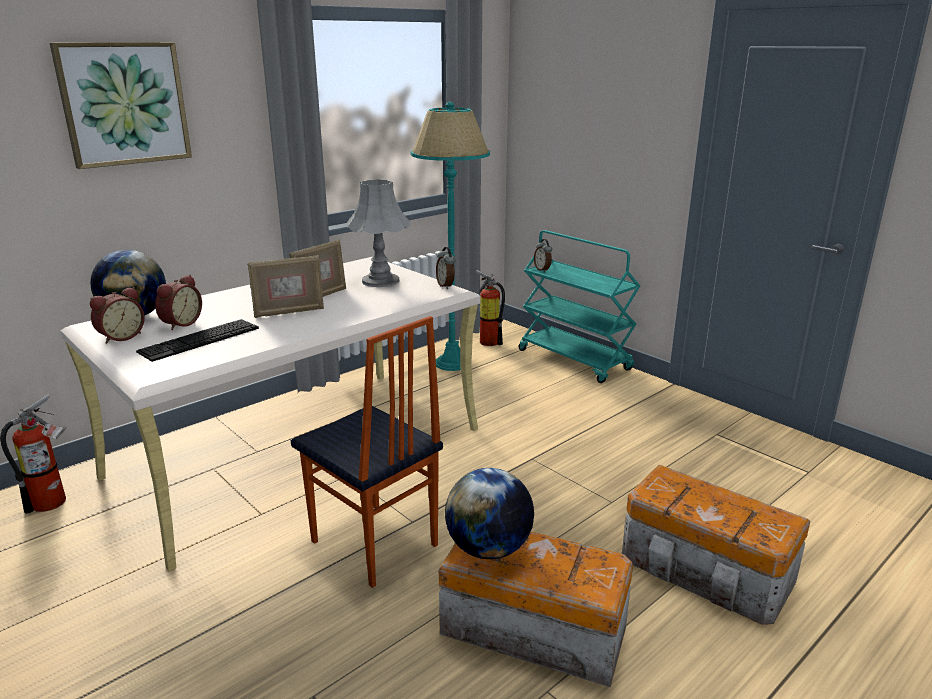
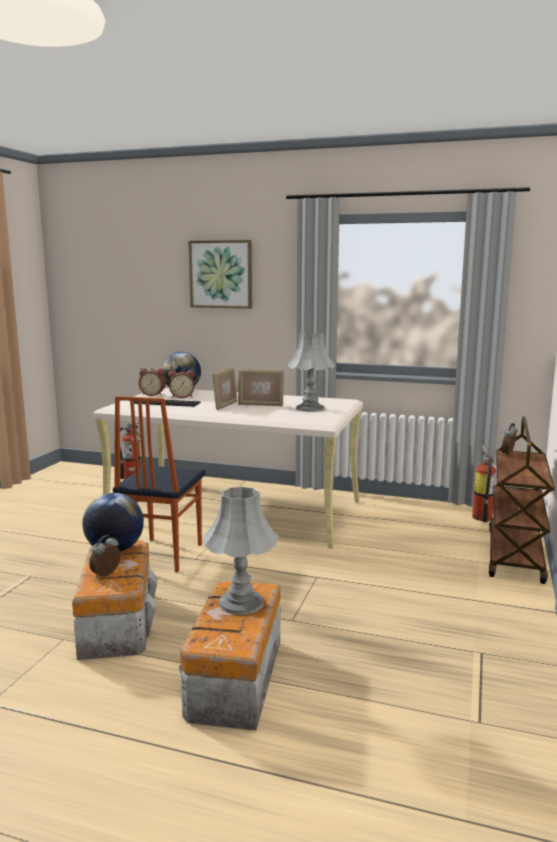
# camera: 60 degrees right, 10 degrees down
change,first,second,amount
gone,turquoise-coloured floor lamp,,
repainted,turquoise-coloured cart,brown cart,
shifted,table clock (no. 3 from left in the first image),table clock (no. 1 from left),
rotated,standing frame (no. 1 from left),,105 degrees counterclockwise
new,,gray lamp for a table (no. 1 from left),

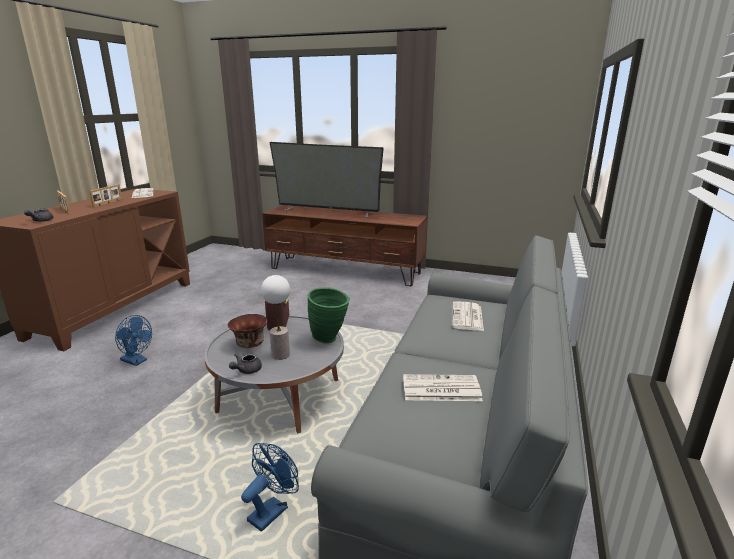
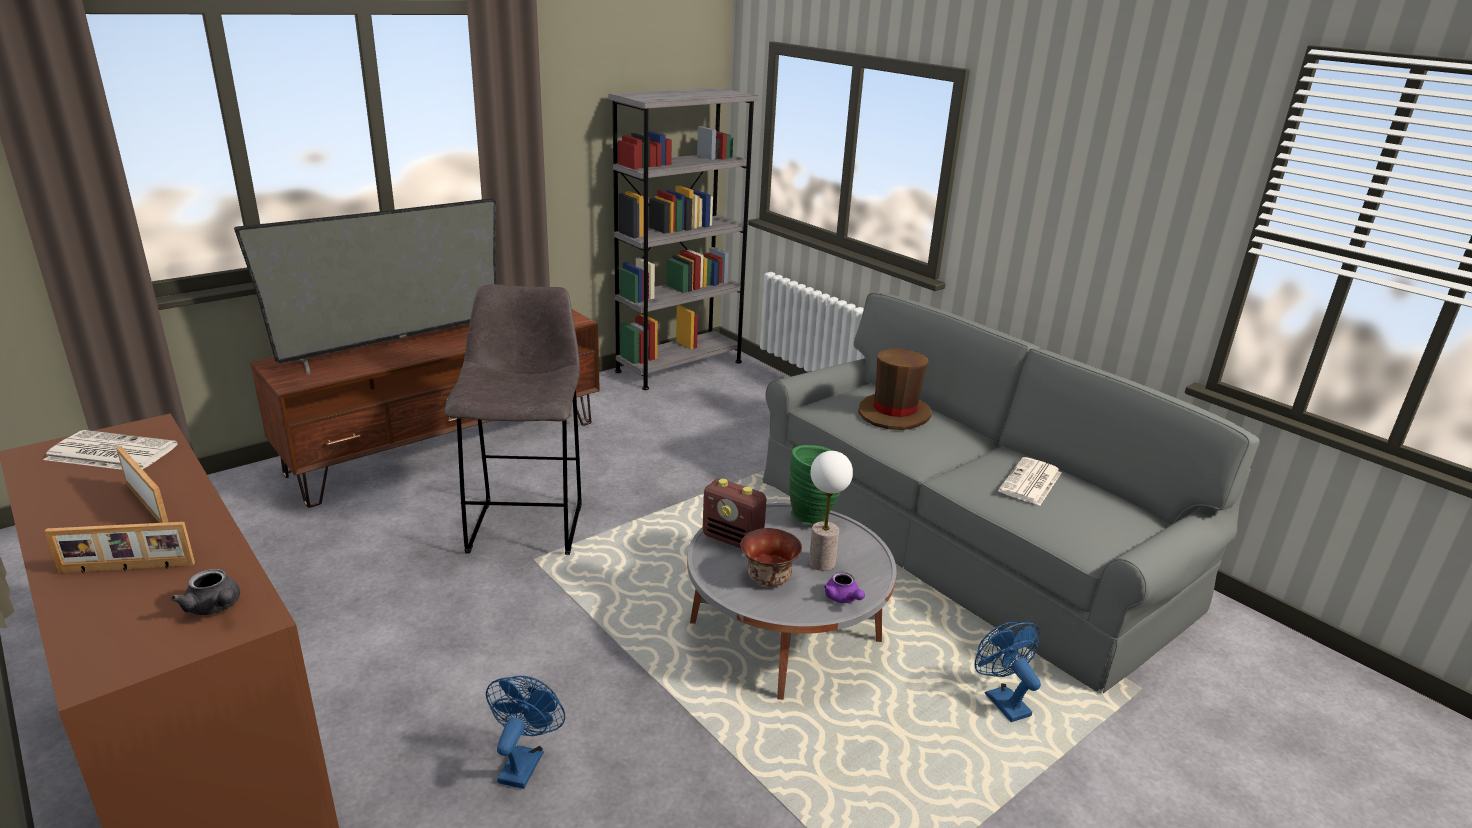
# camera: 60 degrees left, 5 degrees up
change,first,second,amount
swapped,daily paper (no. 3 from left),brown hat,
rotated,blue-coloured fan (no. 1 from left),,45 degrees counterclockwise
repainted,gray teapot (no. 2 from left),purplish teapot,
new,,gray bookcase,
new,,gray stool,

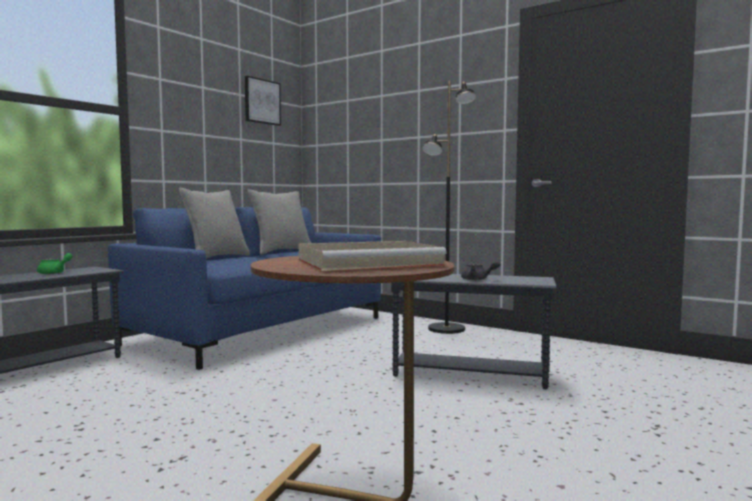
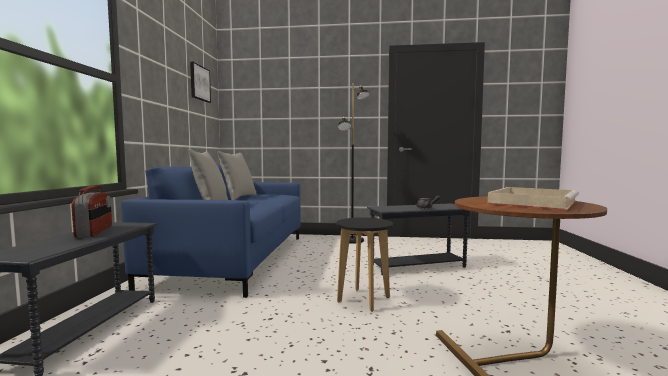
# camera: 30 degrees left, 0 degrees up
change,first,second,amount
swapped,greenish teapot,radio set,
new,,blackish stool,

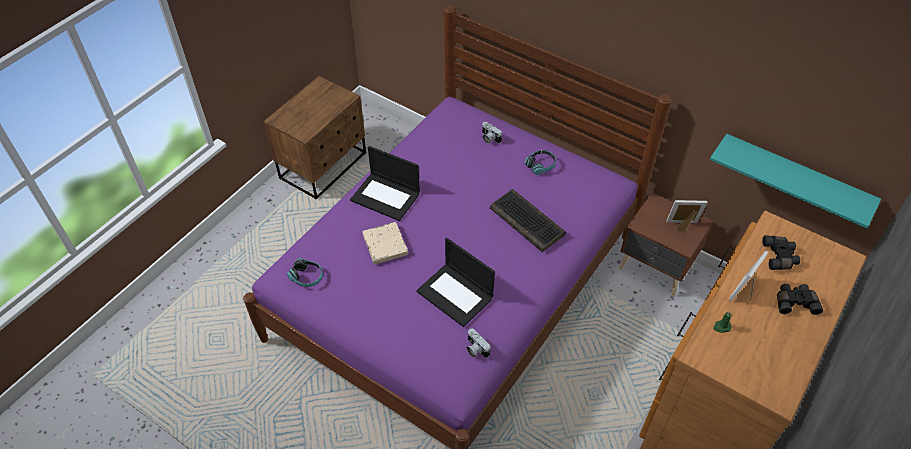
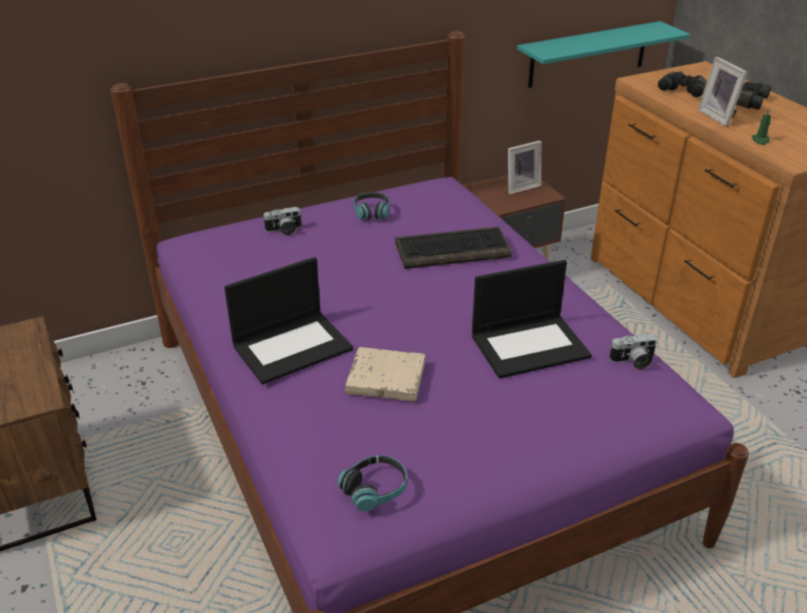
# camera: 60 degrees left, 15 degrees down
change,first,second,amount
rotated,standing frame (no. 1 from left),,150 degrees counterclockwise

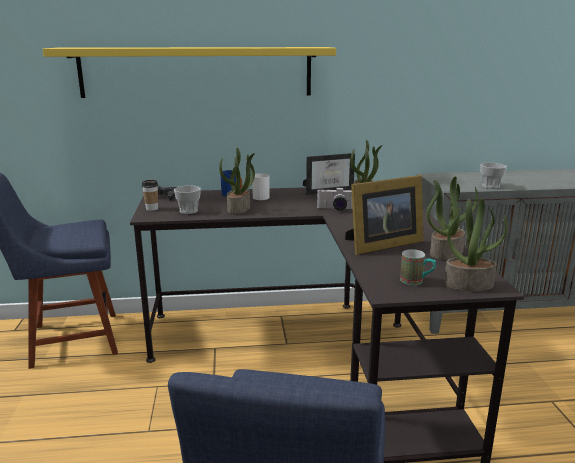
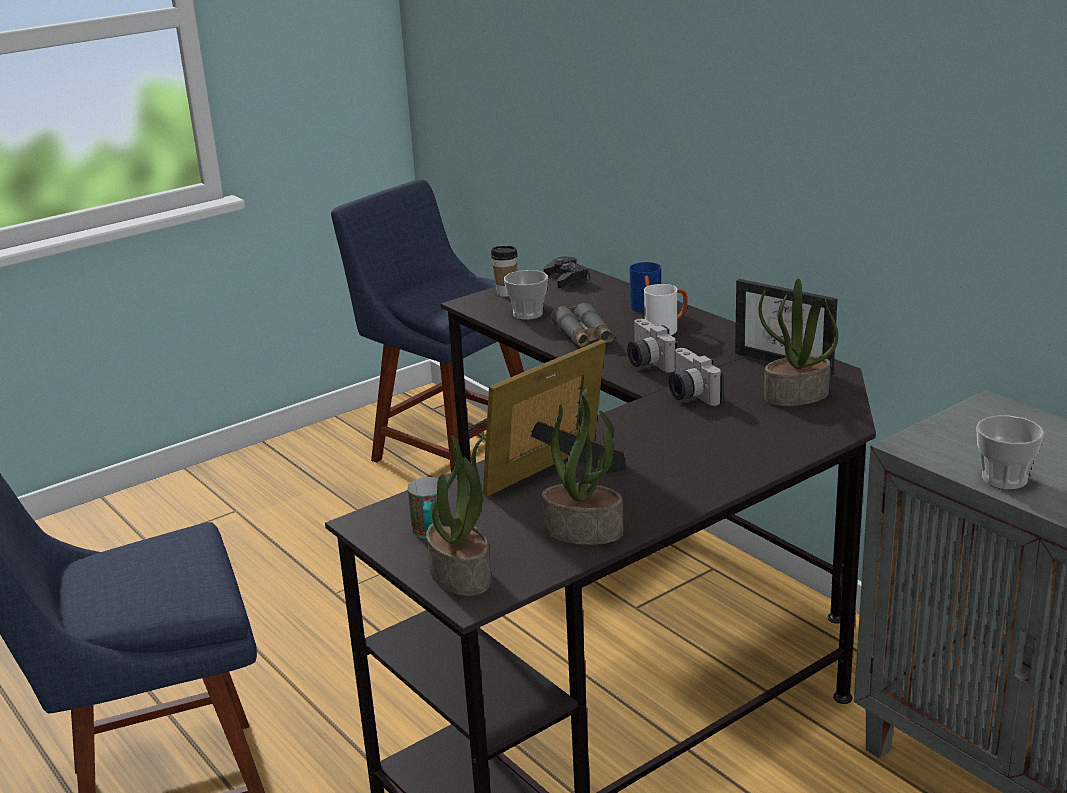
# camera: 60 degrees right, 5 degrees up
change,first,second,amount
gone,yellow shelf,,
swapped,houseplant (no. 1 from left),gray field glasses,
rotated,standing frame (no. 2 from left in the first image),standing frame (no. 1 from left),105 degrees clockwise
new,,still camera (no. 1 from left),

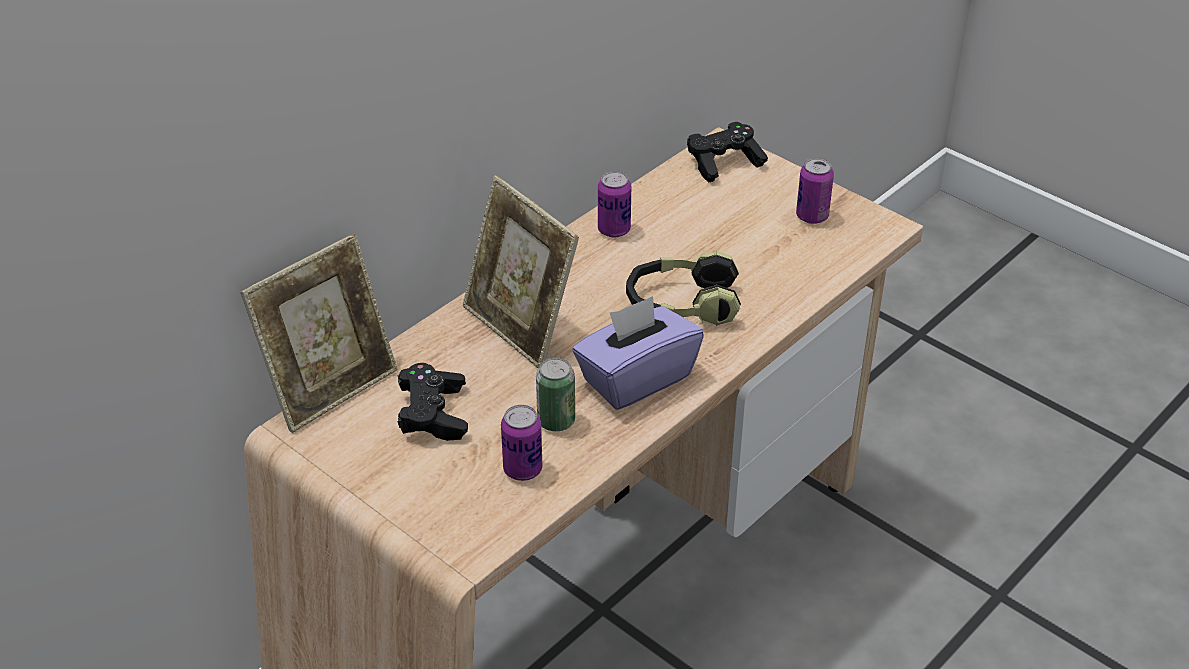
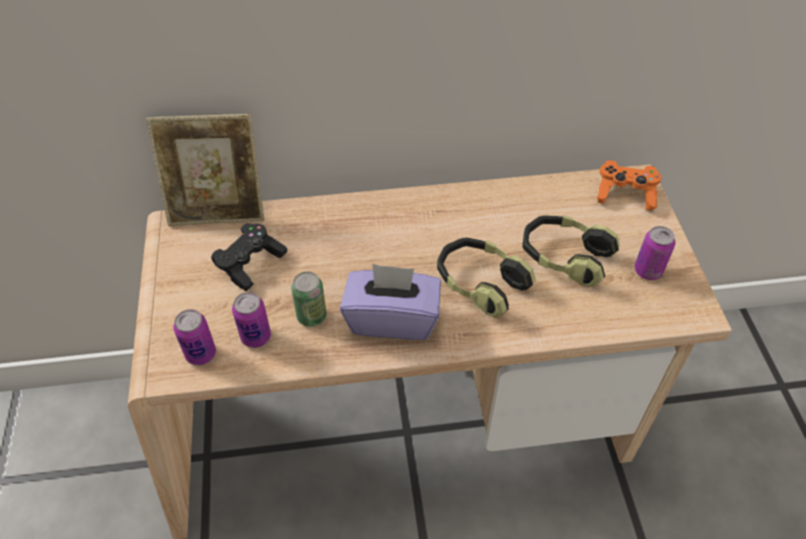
# camera: 40 degrees right, 10 degrees up
change,first,second,amount
repainted,blackish joypad (no. 2 from left),orange-coloured joypad,
shifted,metal can (no. 3 from left in the first image),metal can (no. 1 from left),
gone,standing frame (no. 2 from left),,
new,,headphones (no. 2 from left),

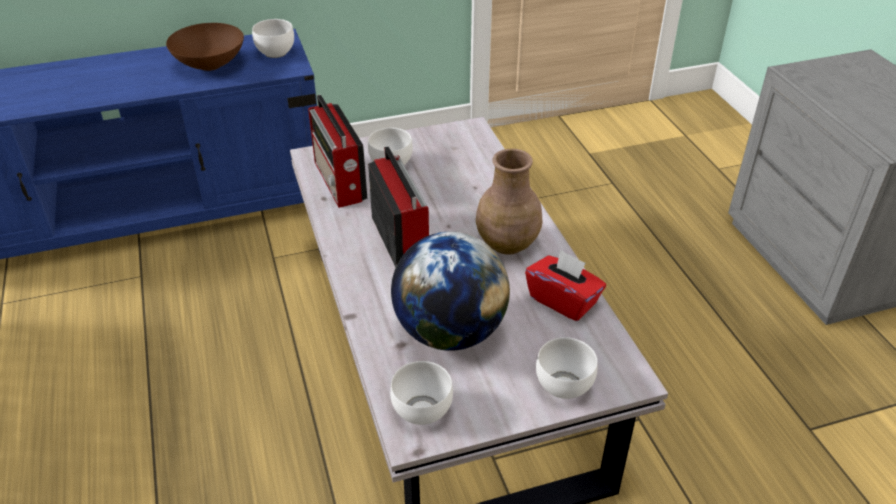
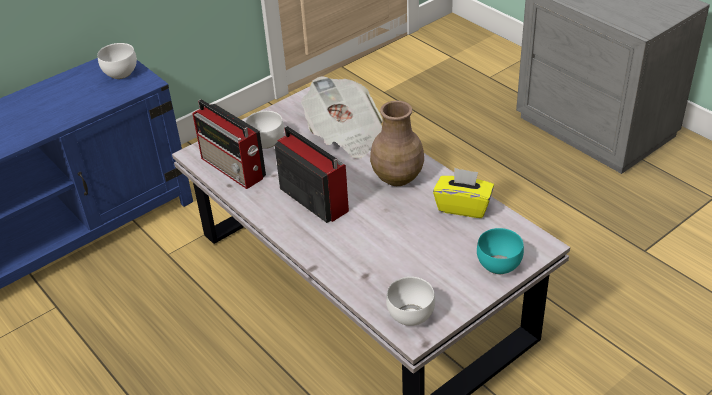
# camera: 20 degrees left, 0 degrees up
change,first,second,amount
gone,brown serving bowl,,
gone,desk globe,,
repainted,red-coloured tissue holder,yellow tissue holder,
repainted,white serving bowl (no. 4 from left),turquoise-coloured serving bowl,
new,,daily paper,

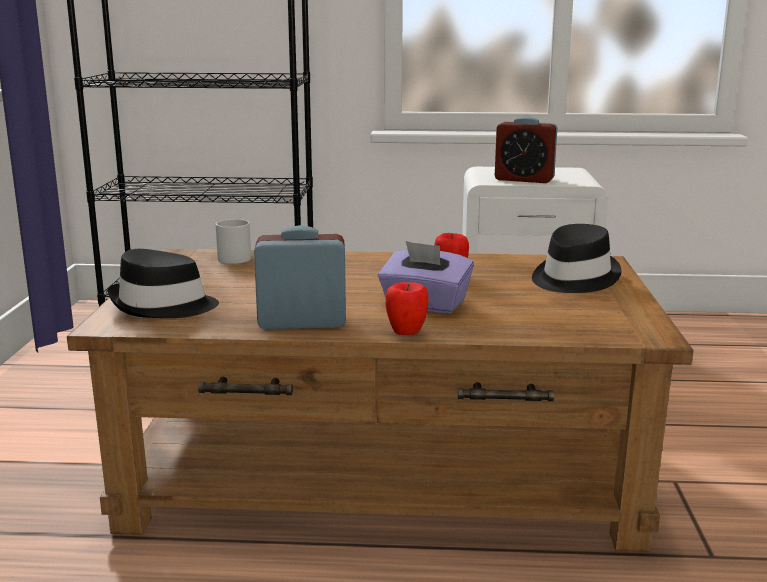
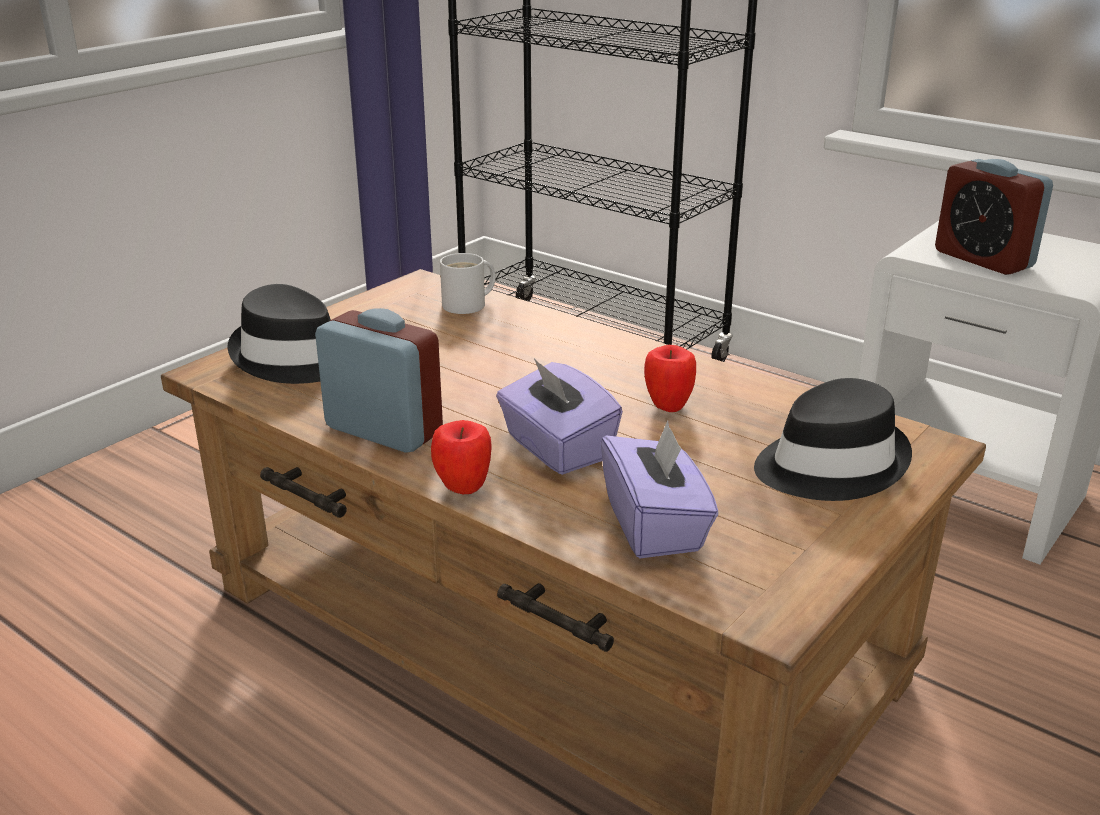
# camera: 35 degrees right, 10 degrees up
change,first,second,amount
new,,purplish tissue holder (no. 2 from left),

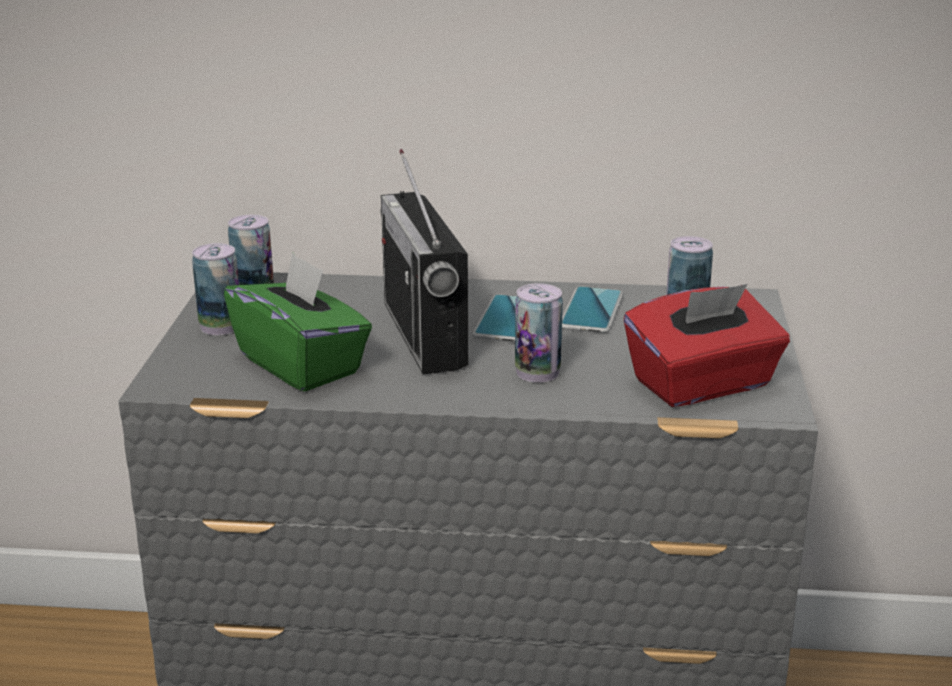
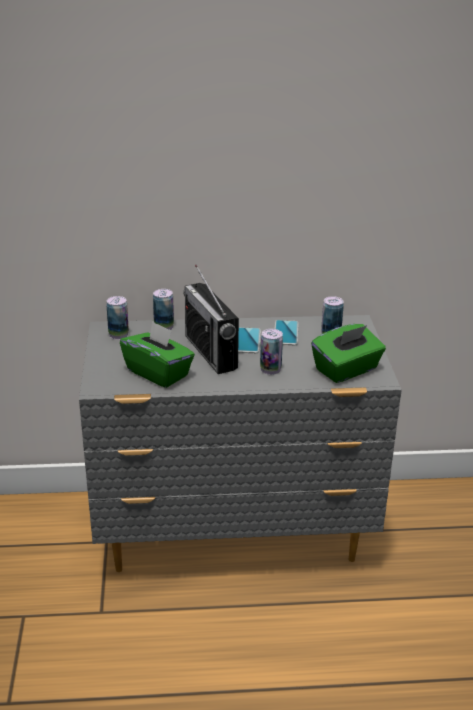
# camera: 10 degrees left, 5 degrees up
change,first,second,amount
shifted,metal can (no. 1 from left in the first image),metal can (no. 2 from left),
repainted,red-coloured tissue holder,greenish tissue holder (no. 2 from left),

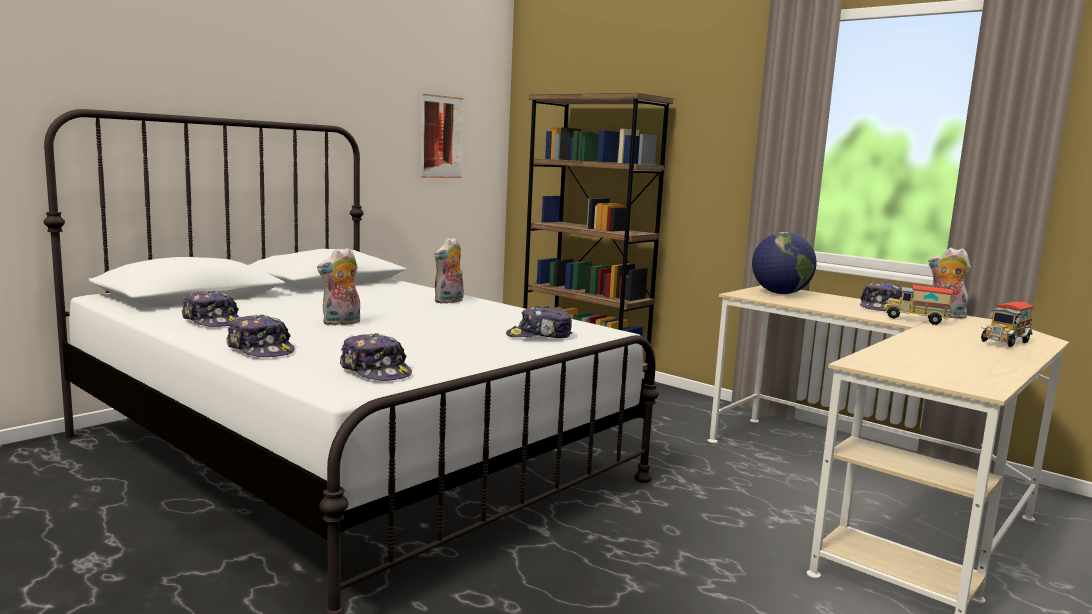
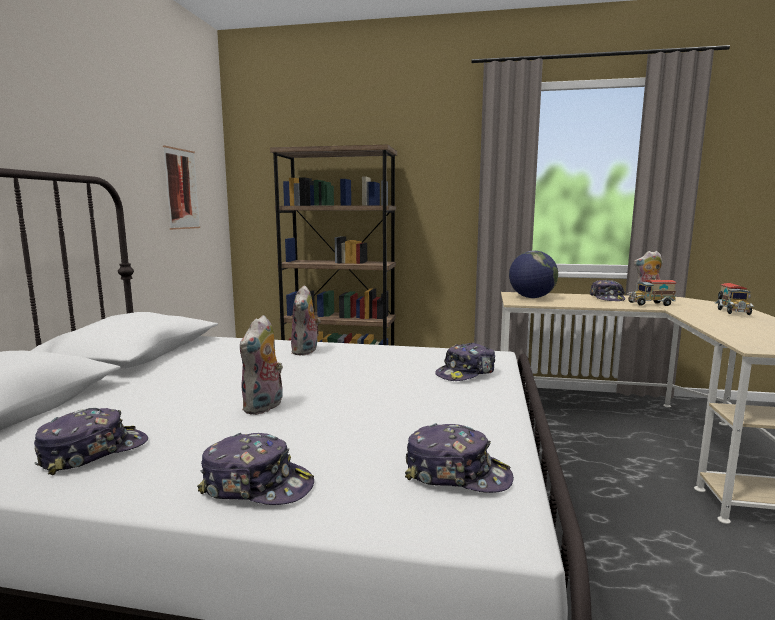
# camera: 30 degrees left, 0 degrees up
change,first,second,amount
rotated,baseball cap (no. 1 from left),,60 degrees counterclockwise

